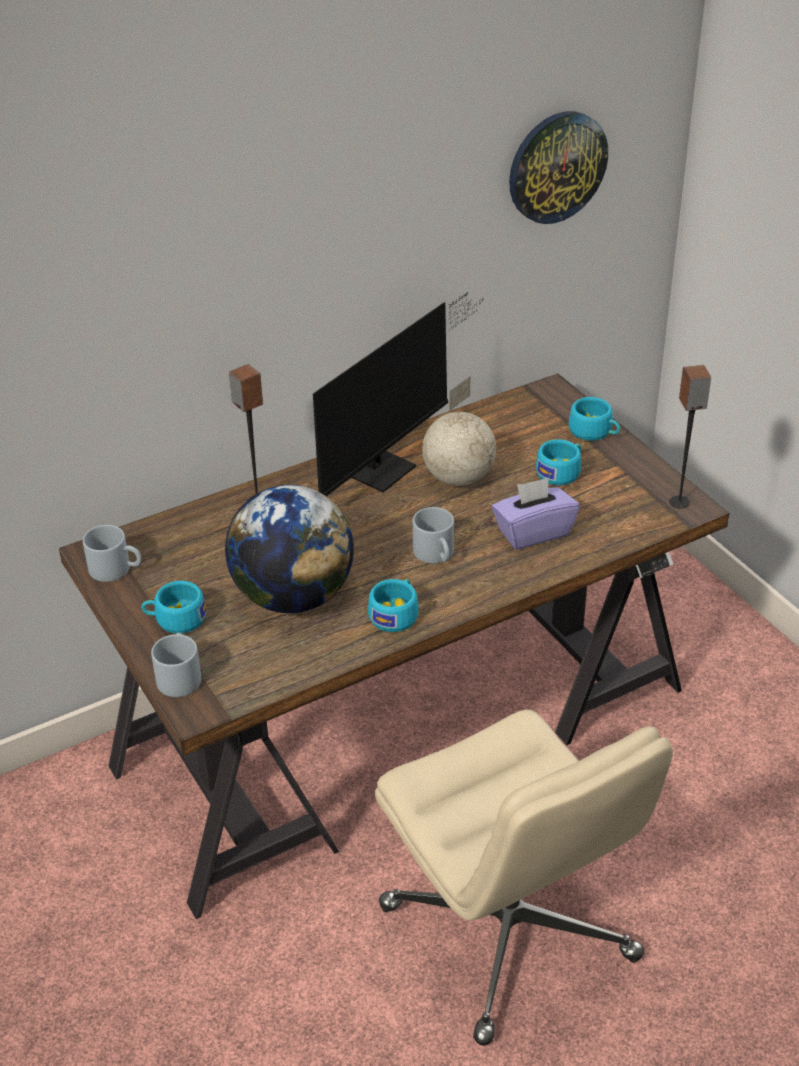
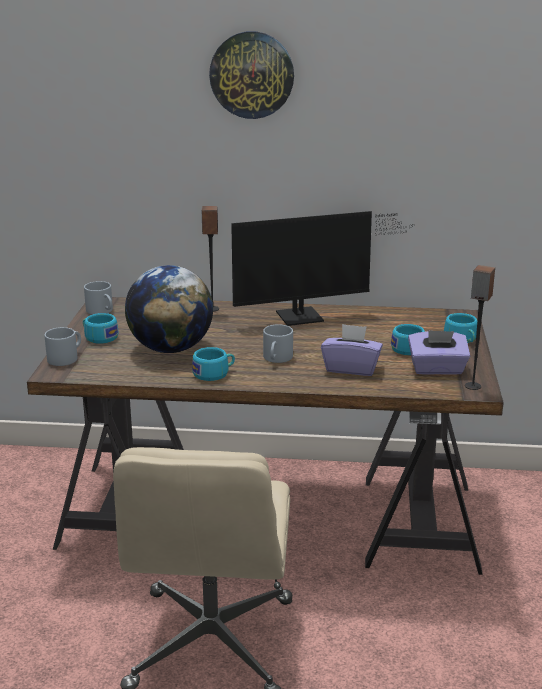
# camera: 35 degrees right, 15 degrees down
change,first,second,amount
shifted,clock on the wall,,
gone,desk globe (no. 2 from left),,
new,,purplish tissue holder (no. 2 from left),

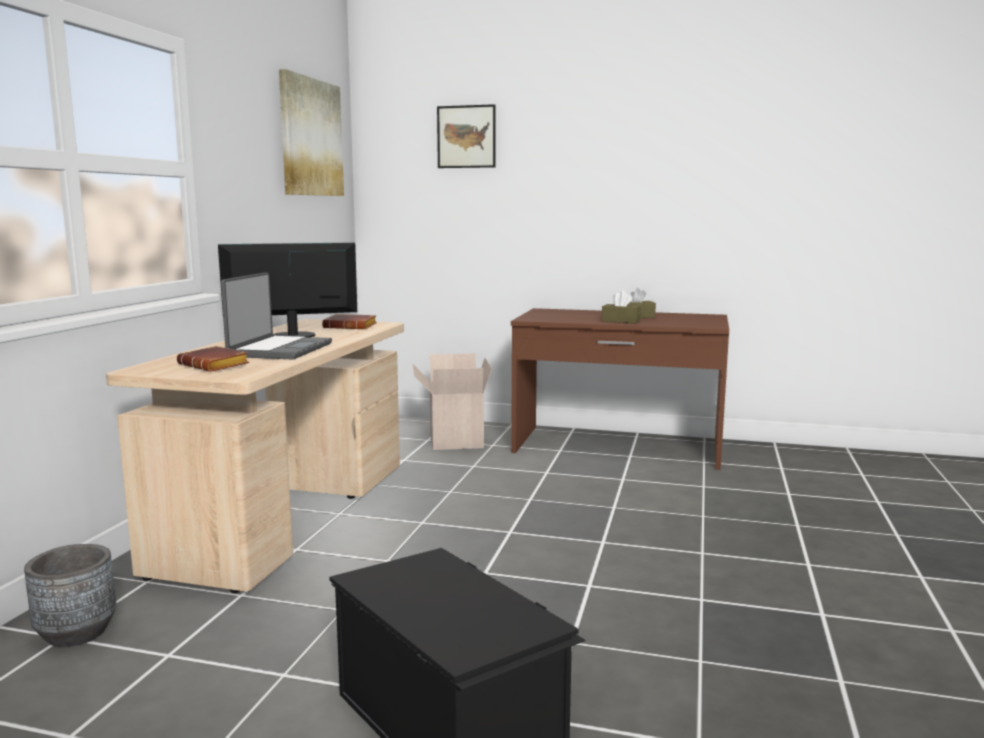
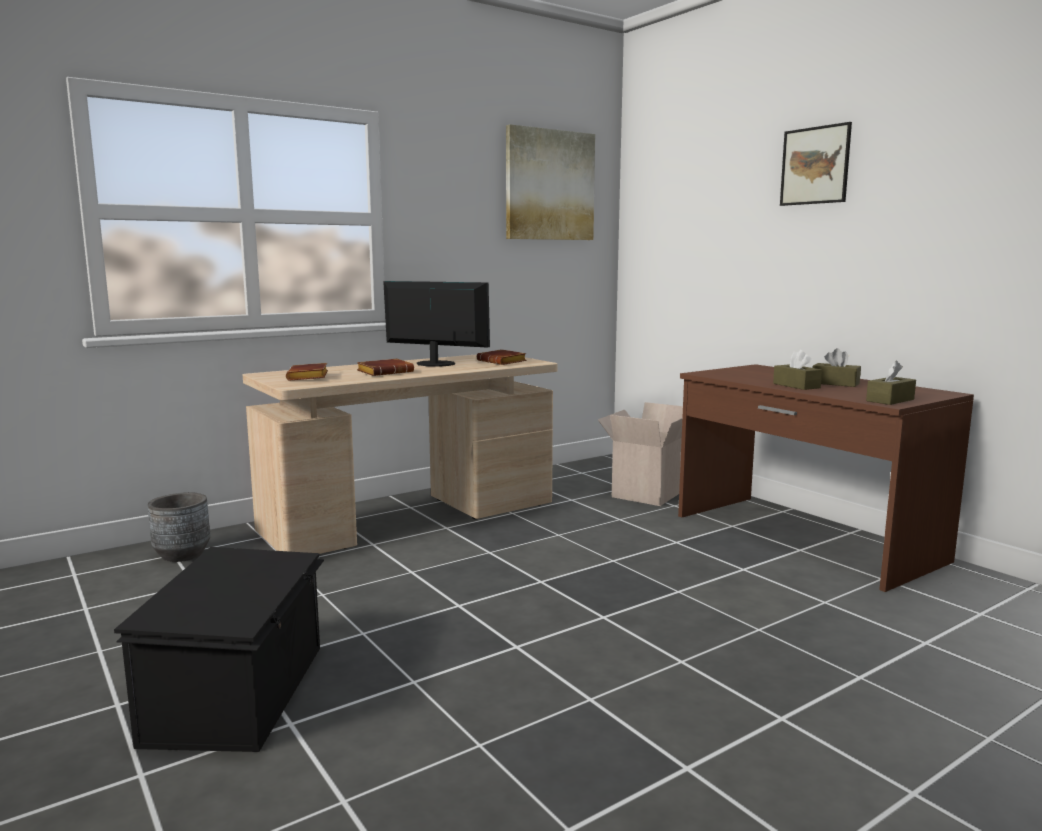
# camera: 40 degrees right, 0 degrees up
change,first,second,amount
shifted,picture (no. 2 from left),,
swapped,portable computer,brown bound book (no. 2 from left),
new,,brown tissue holder (no. 3 from left),

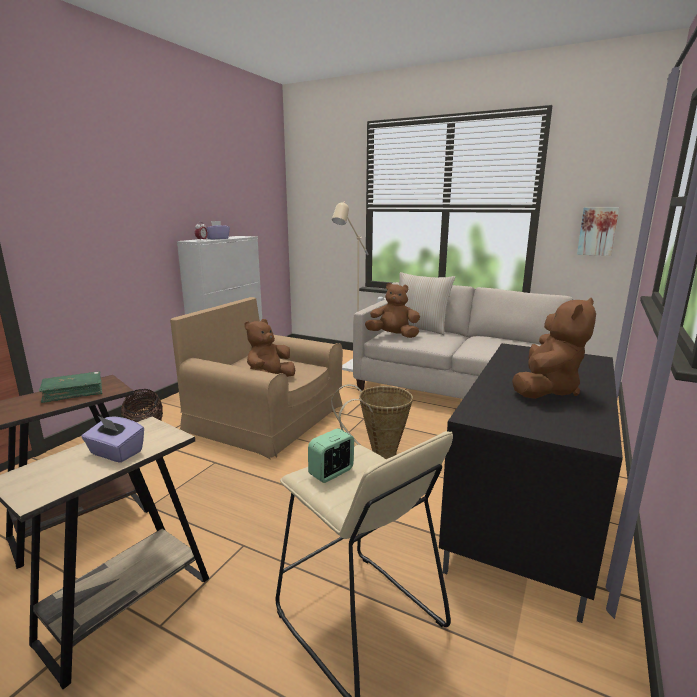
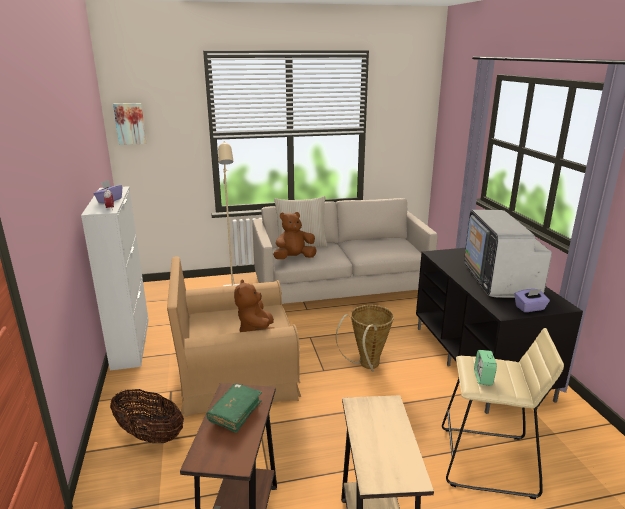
# camera: 40 degrees left, 5 degrees up
change,first,second,amount
shifted,picture,,
swapped,brown cuddly toy (no. 3 from left),television,
shifted,purplish tissue holder (no. 1 from left in the first image),purplish tissue holder (no. 2 from left),

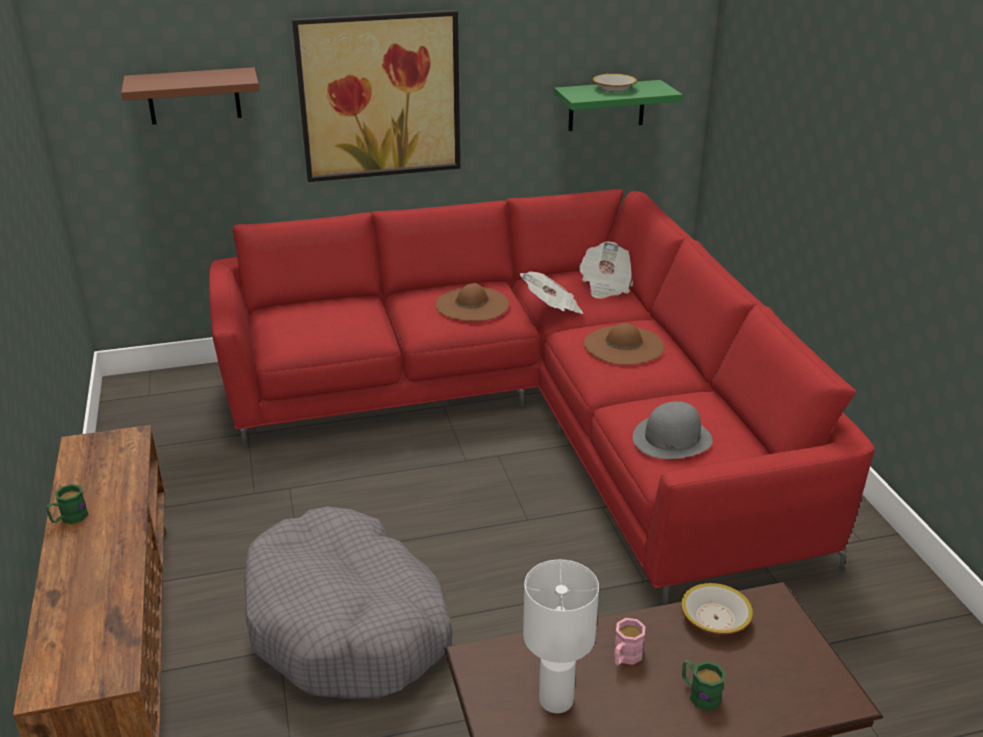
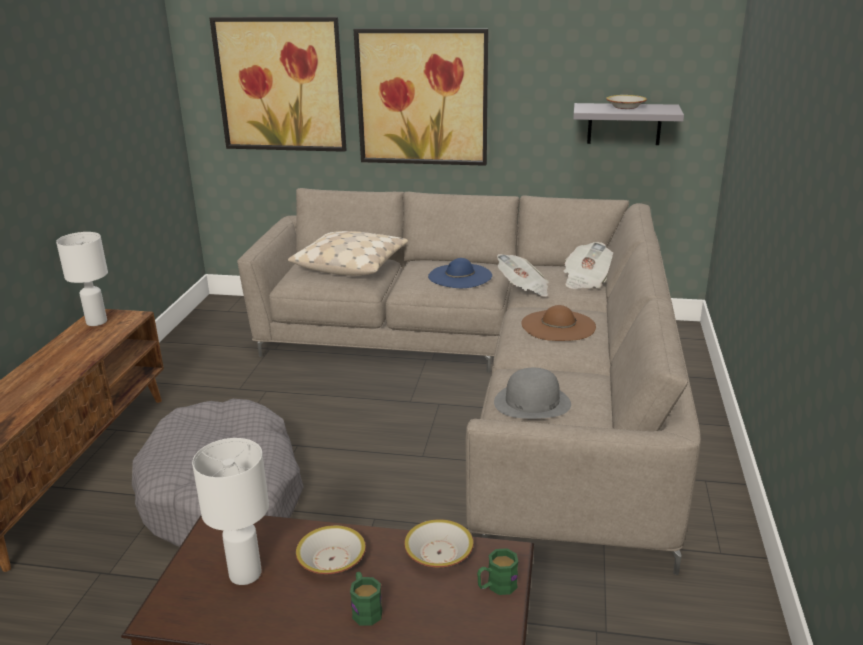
# camera: 25 degrees right, 5 degrees down
change,first,second,amount
swapped,brown shelf,picture (no. 1 from left),
repainted,greenish shelf,gray shelf,
repainted,red-coloured couch,sand-coloured couch,
repainted,brown hat (no. 1 from left),blue-coloured hat,
shifted,greenish coffee mug (no. 1 from left in the first image),greenish coffee mug (no. 2 from left),
swapped,pink coffee mug,serving bowl (no. 1 from left),
new,,sand-coloured throw pillow,
new,,white lamp for a table (no. 1 from left),

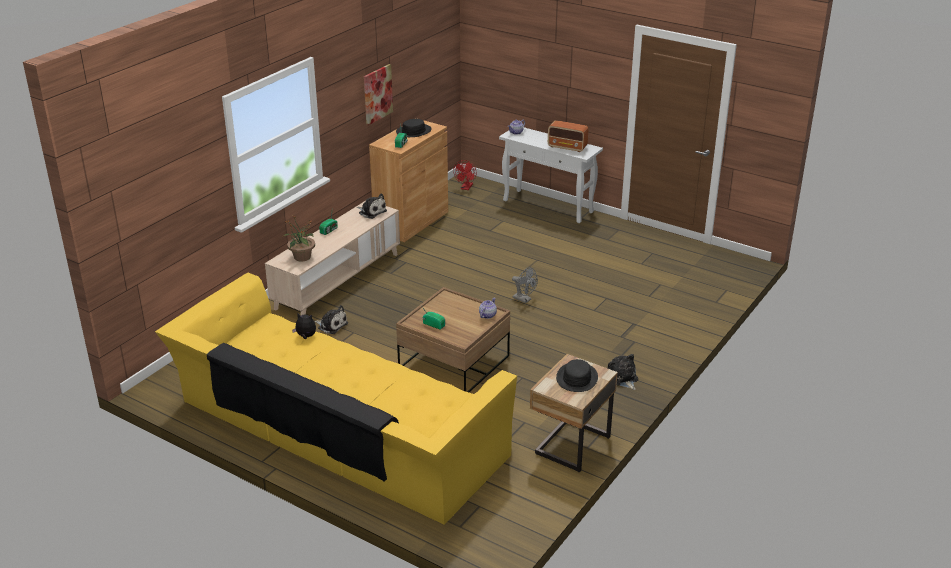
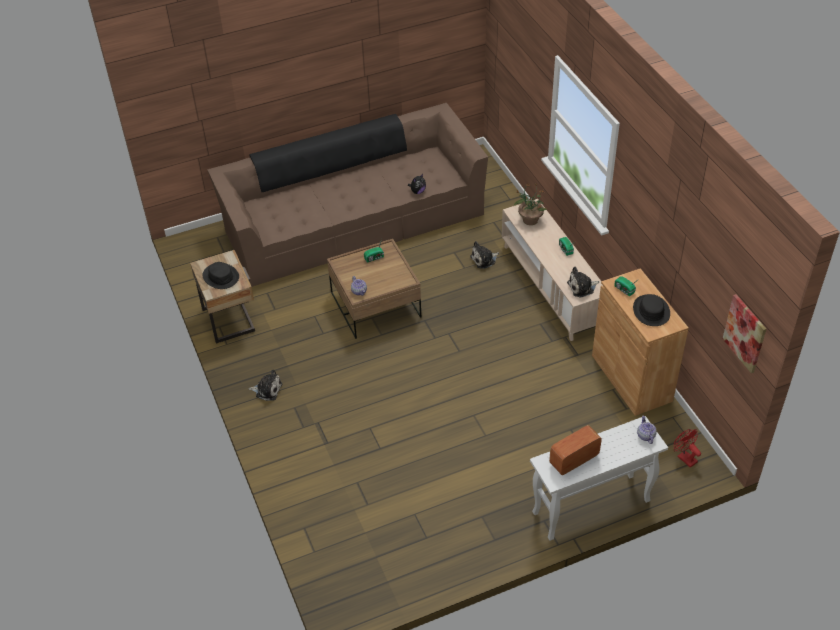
# camera: 125 degrees right, 15 degrees up
change,first,second,amount
shifted,picture,,
gone,gray fan,,
repainted,yellow couch,brown couch,

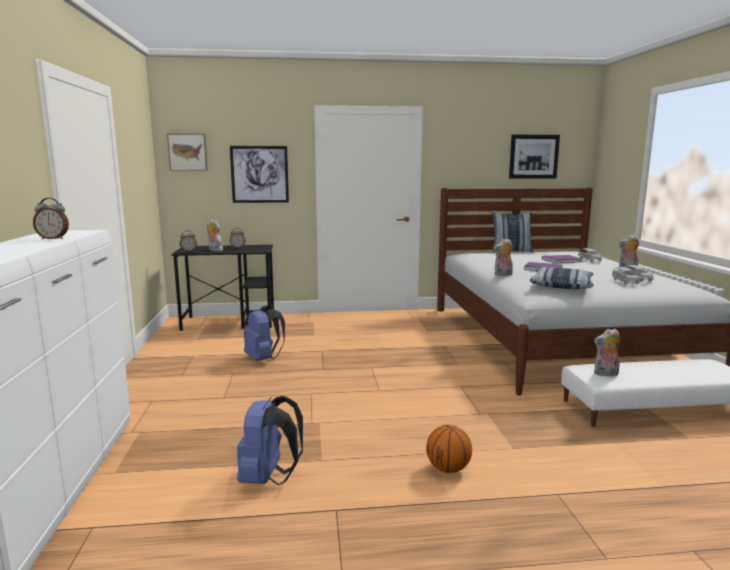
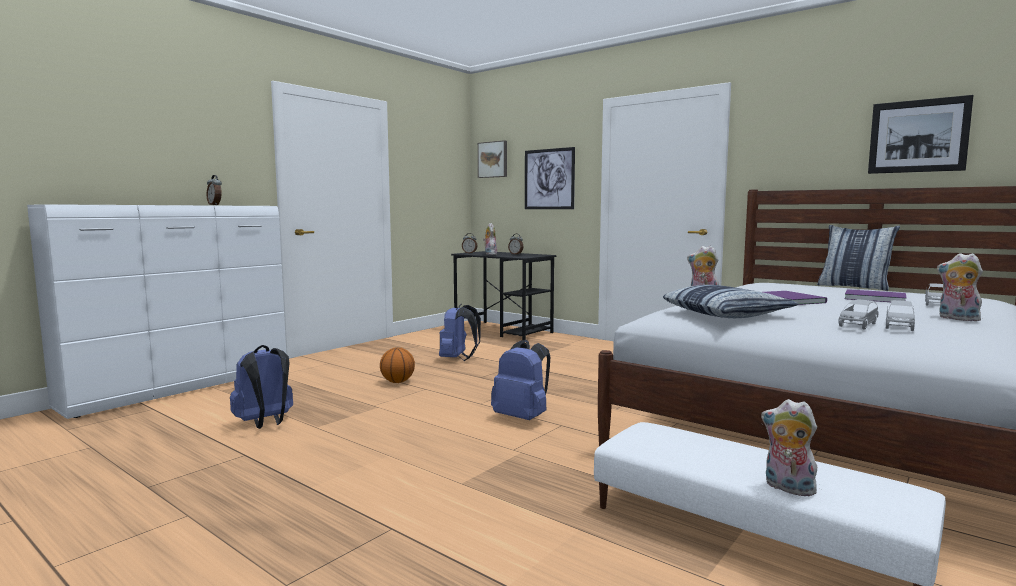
# camera: 45 degrees right, 5 degrees down
change,first,second,amount
shifted,cuddly toy (no. 3 from left),,
shifted,basketball ball,,
new,,blue-coloured backpack (no. 3 from left),

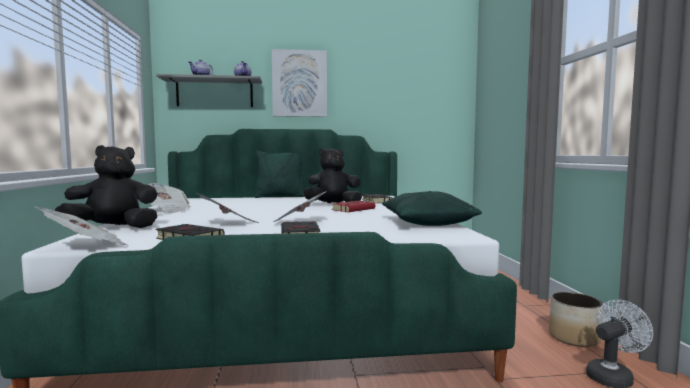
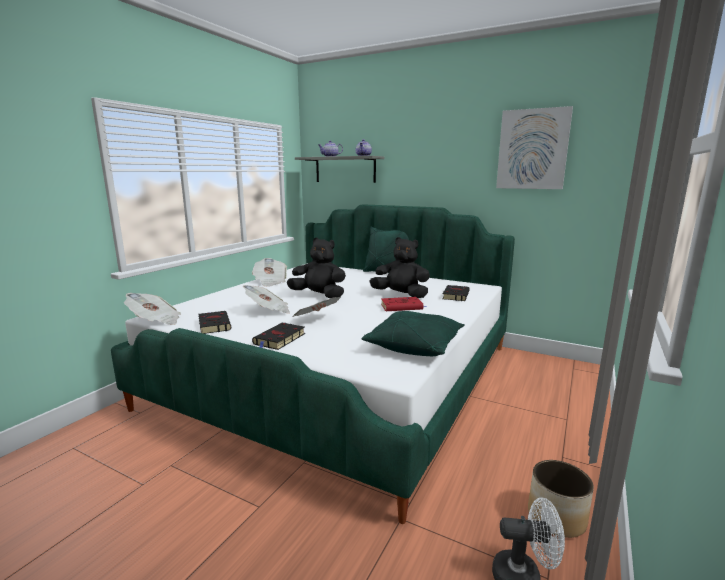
# camera: 35 degrees right, 10 degrees up
change,first,second,amount
shifted,picture,,
shifted,blackish cuddly toy (no. 1 from left),,

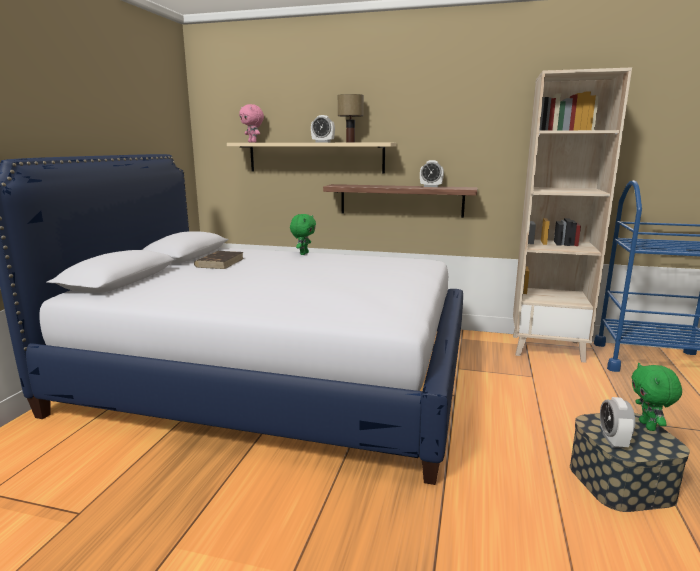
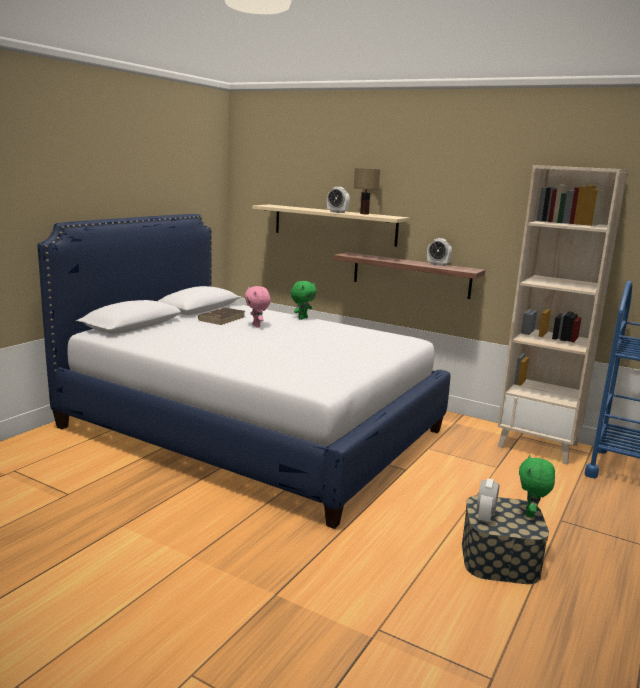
# camera: 15 degrees right, 0 degrees up
change,first,second,amount
shifted,pink cuddly toy,,

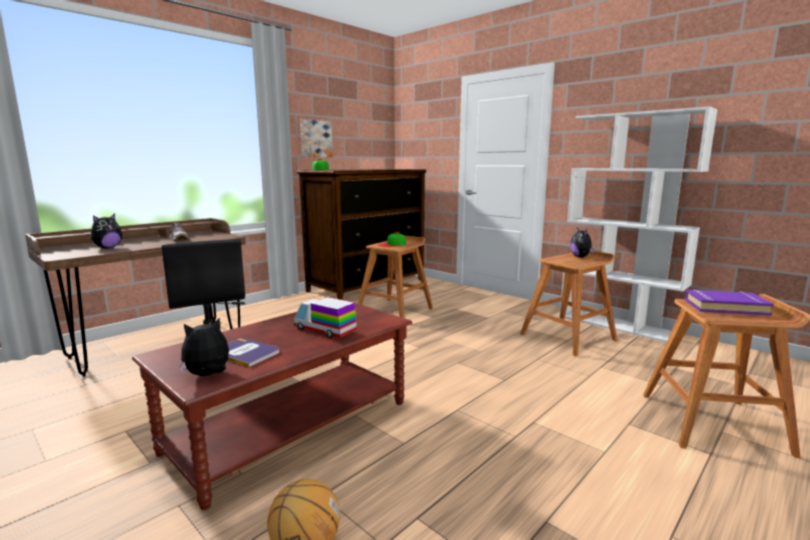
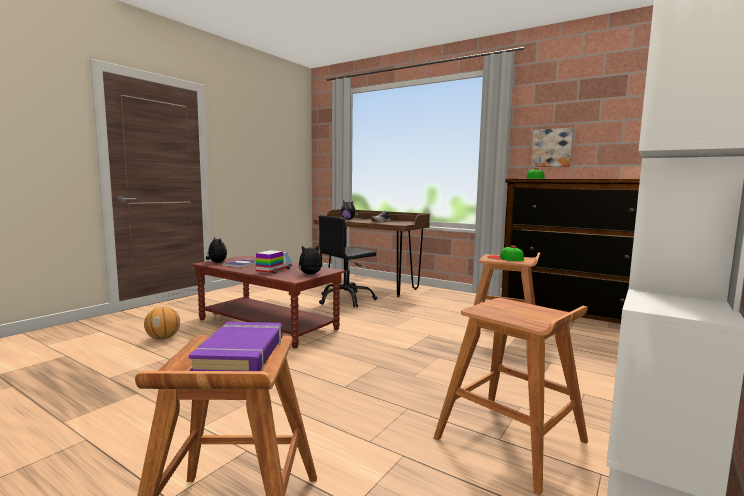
# camera: 80 degrees right, 5 degrees down
change,first,second,amount
shifted,cuddly toy (no. 3 from left in the first image),cuddly toy (no. 2 from left),

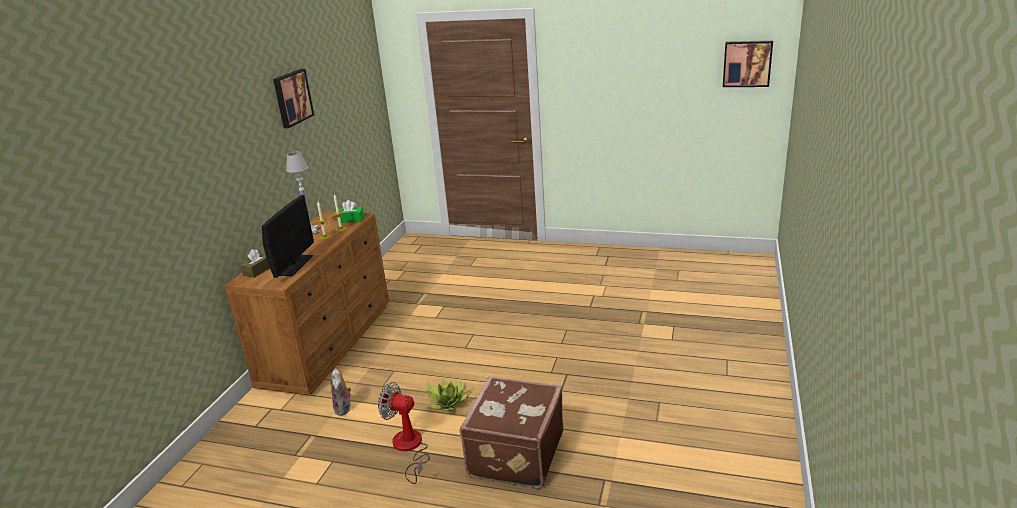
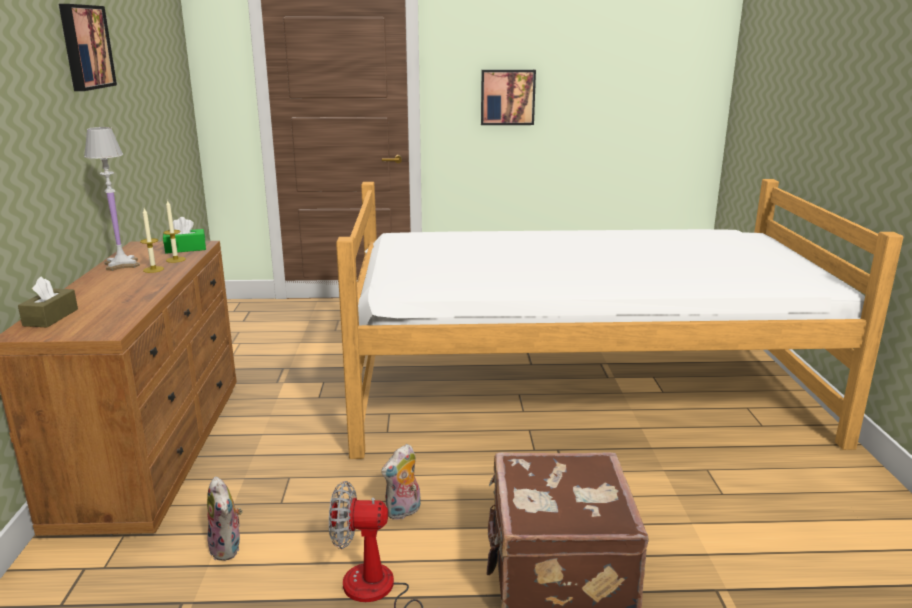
# camera: 20 degrees left, 5 degrees down
change,first,second,amount
shifted,picture (no. 2 from left),,
gone,monitor,,
swapped,houseplant,cuddly toy (no. 2 from left),
new,,bedroom bed,

